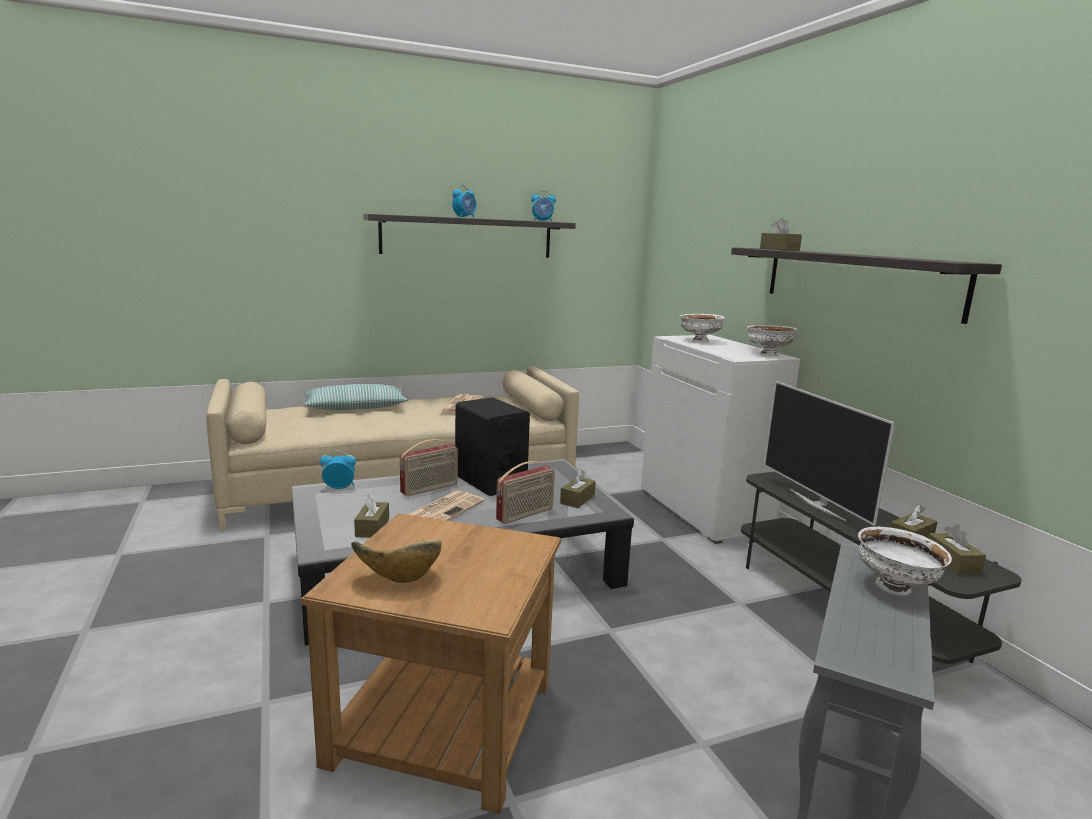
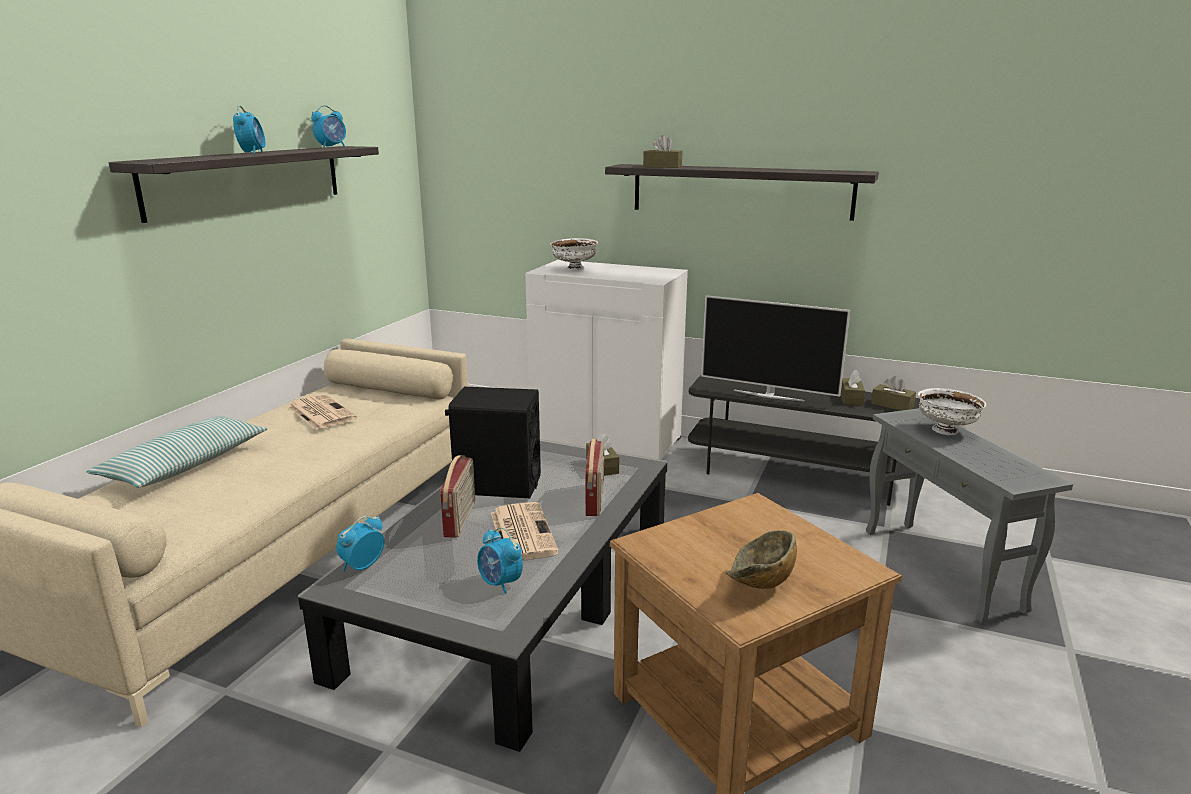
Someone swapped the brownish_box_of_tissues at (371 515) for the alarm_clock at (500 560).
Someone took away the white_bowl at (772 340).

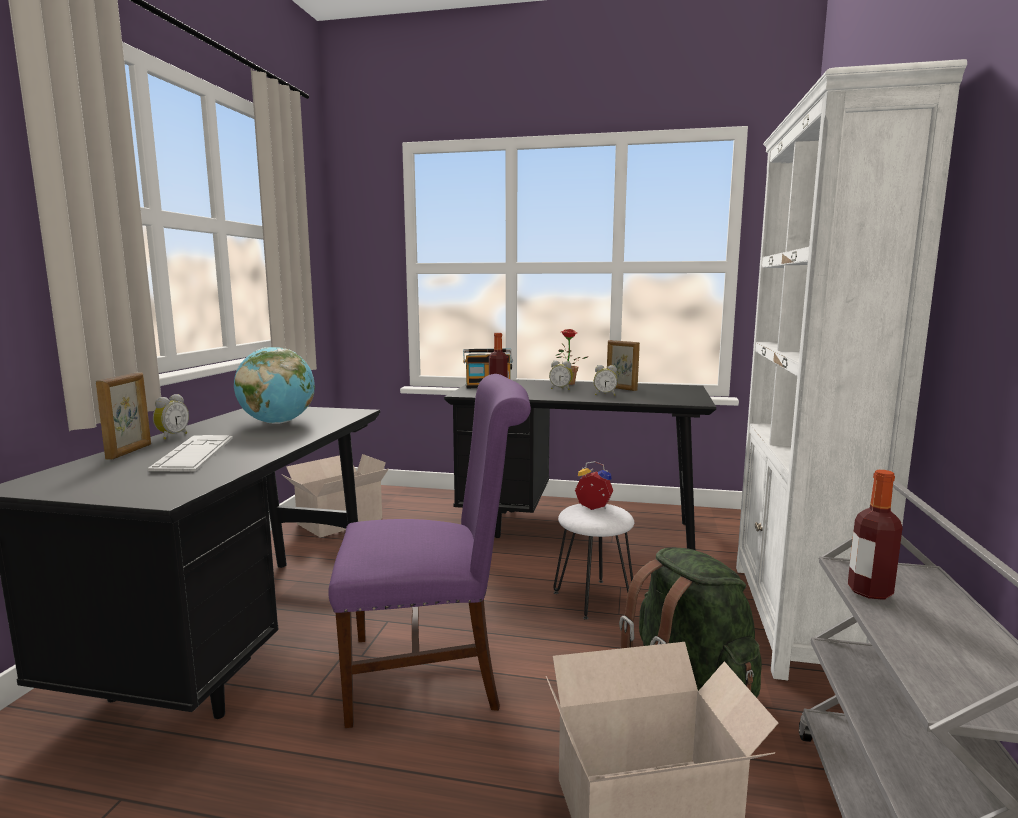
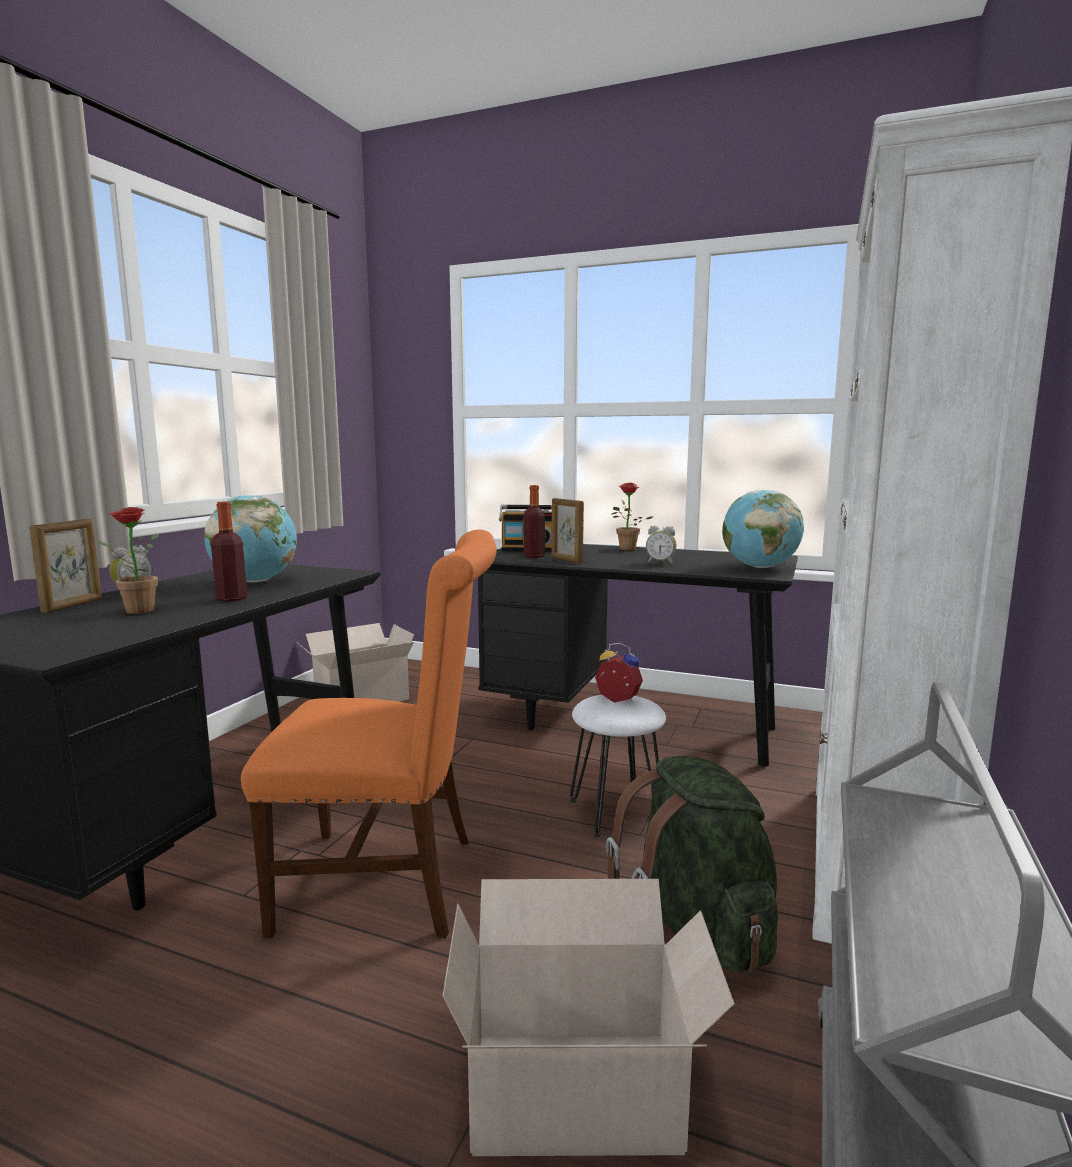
Someone swapped the keyboard at (190 453) for the houseplant at (128 560).
Someone carried the beverage_bottle from (875 535) to (229 551).
Someone repainted the purple_upright_chair at (429 551), which became the orangey_upright_chair at (369 734).
Someone carried the picture_frame from (623 365) to (567 531).
Someone put down the globe at (763 529).
Someone took away the alarm_clock at (561 375).

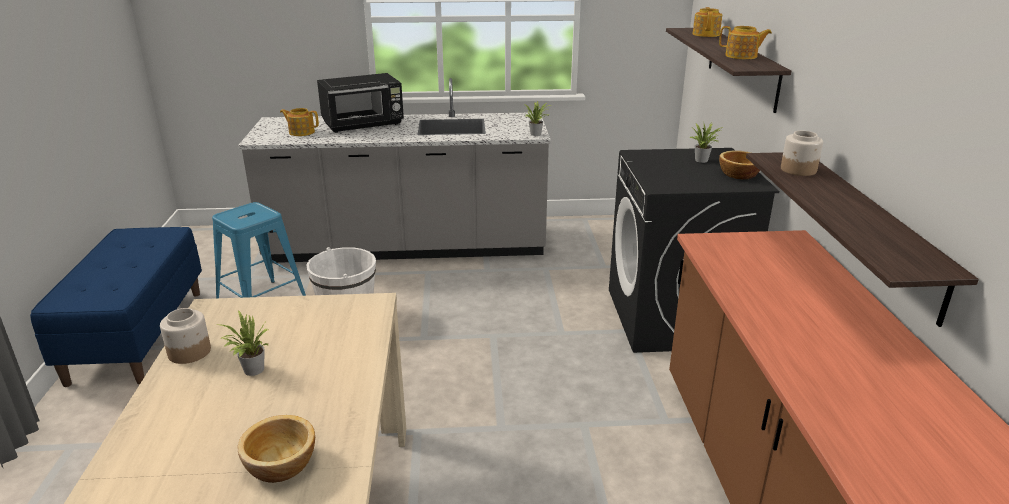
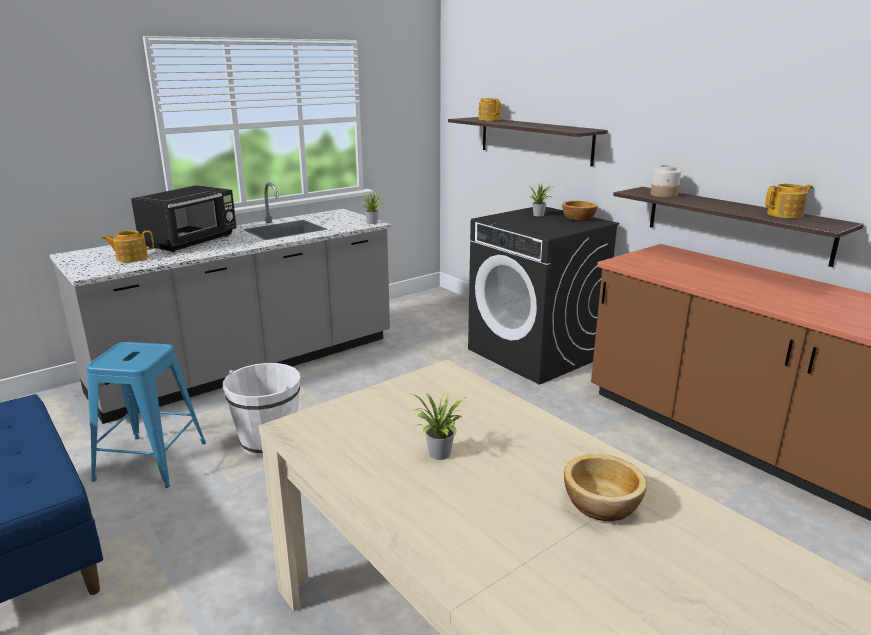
Someone carried the teapot from (745 42) to (789 201).
Someone took away the storage_jar at (185 336).

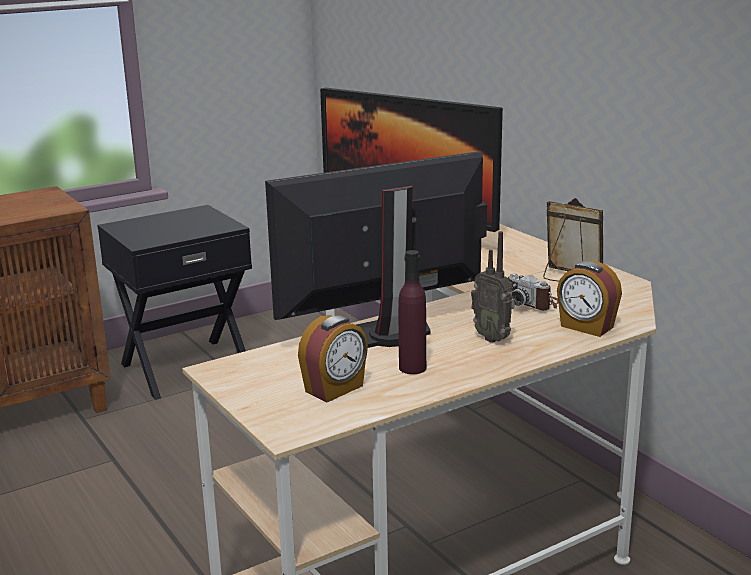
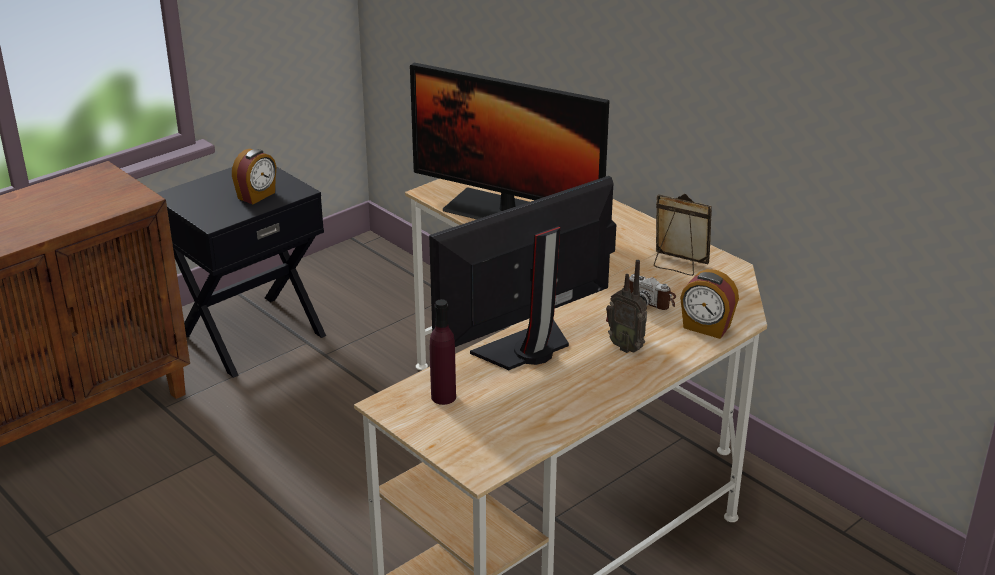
Someone carried the alarm_clock from (333 358) to (254 176).
Someone carried the purple_beverage_bottle from (412 312) to (443 352).

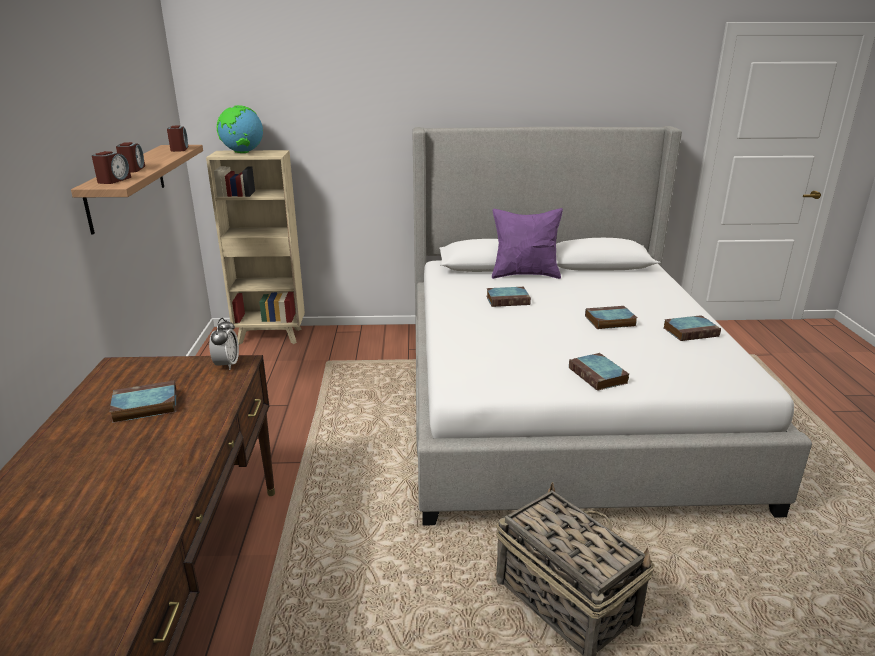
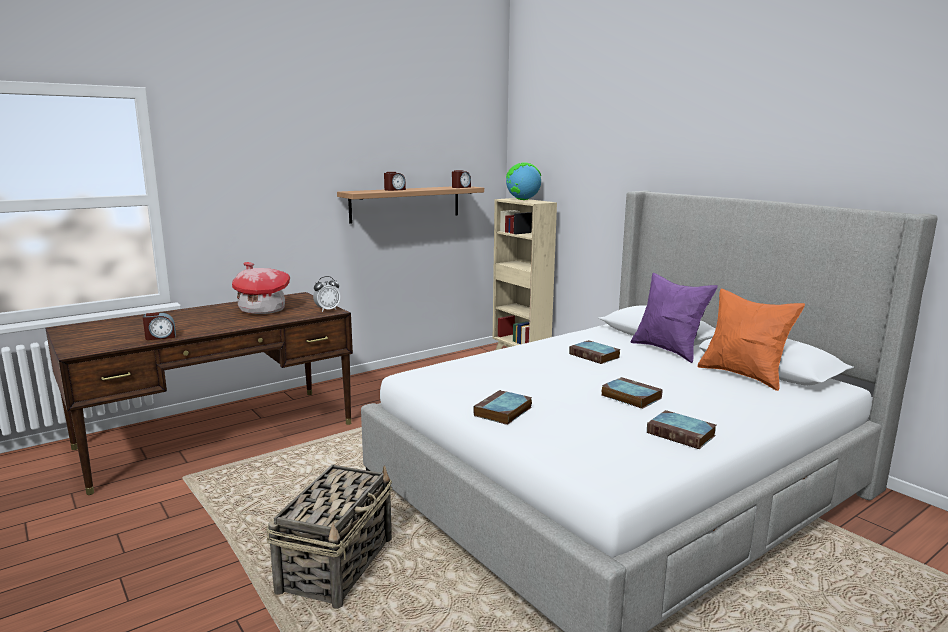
Someone carried the alarm_clock from (111 167) to (159 326).
Someone swapped the volume at (143 401) for the model_house at (261 288).
Someone put down the orangey_throw_pillow at (751 340).

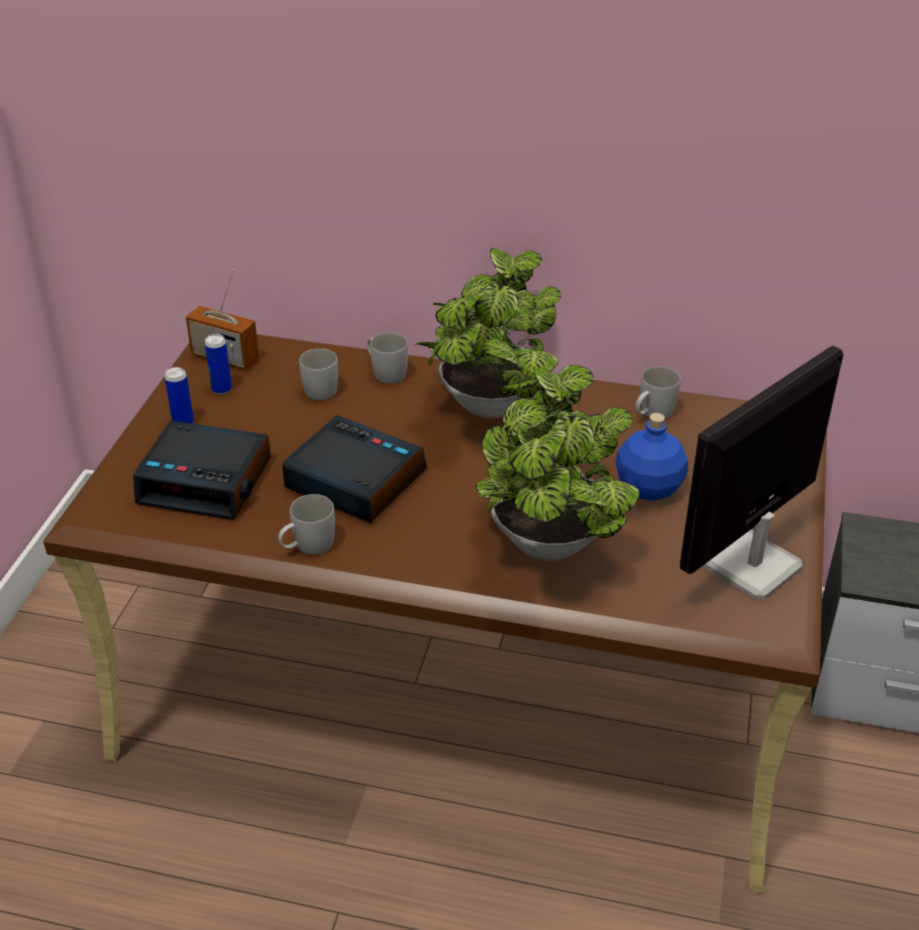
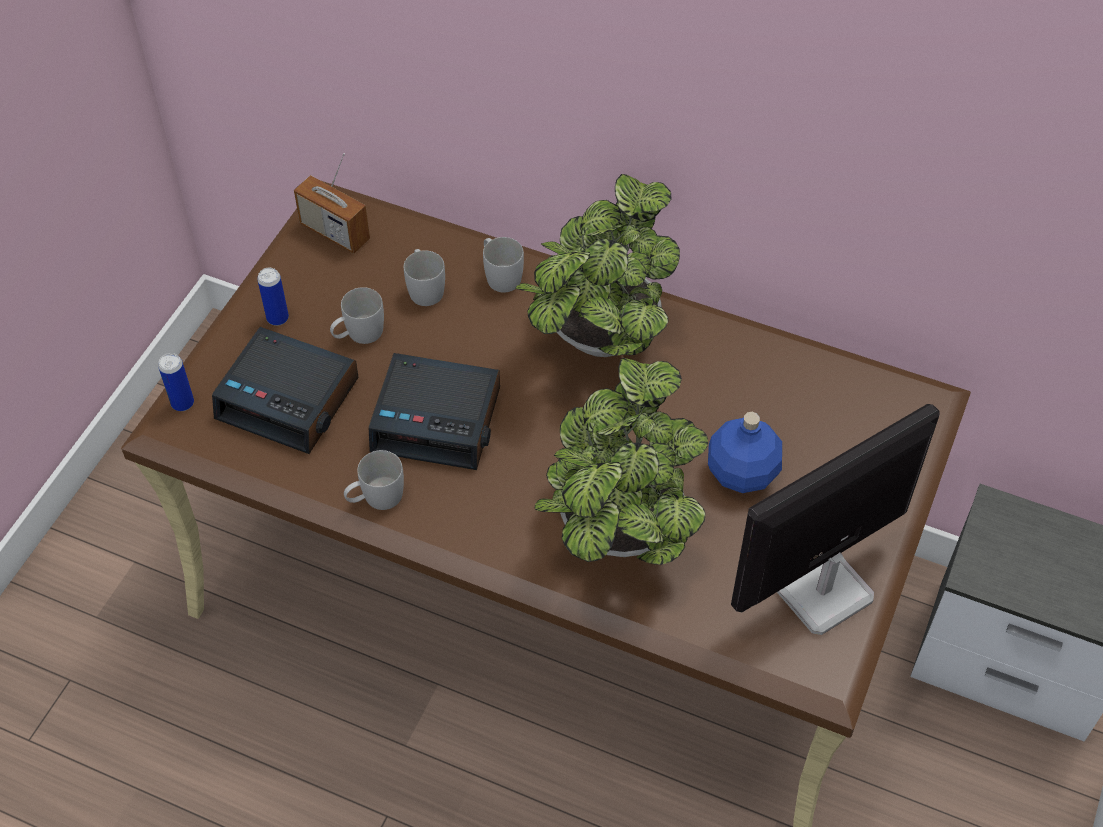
Someone carried the sealed_can from (218 364) to (176 382).
Someone carried the white_mug from (658 392) to (357 315).
Someone rotated the alarm_clock at (354 469) by 150 degrees clockwise.

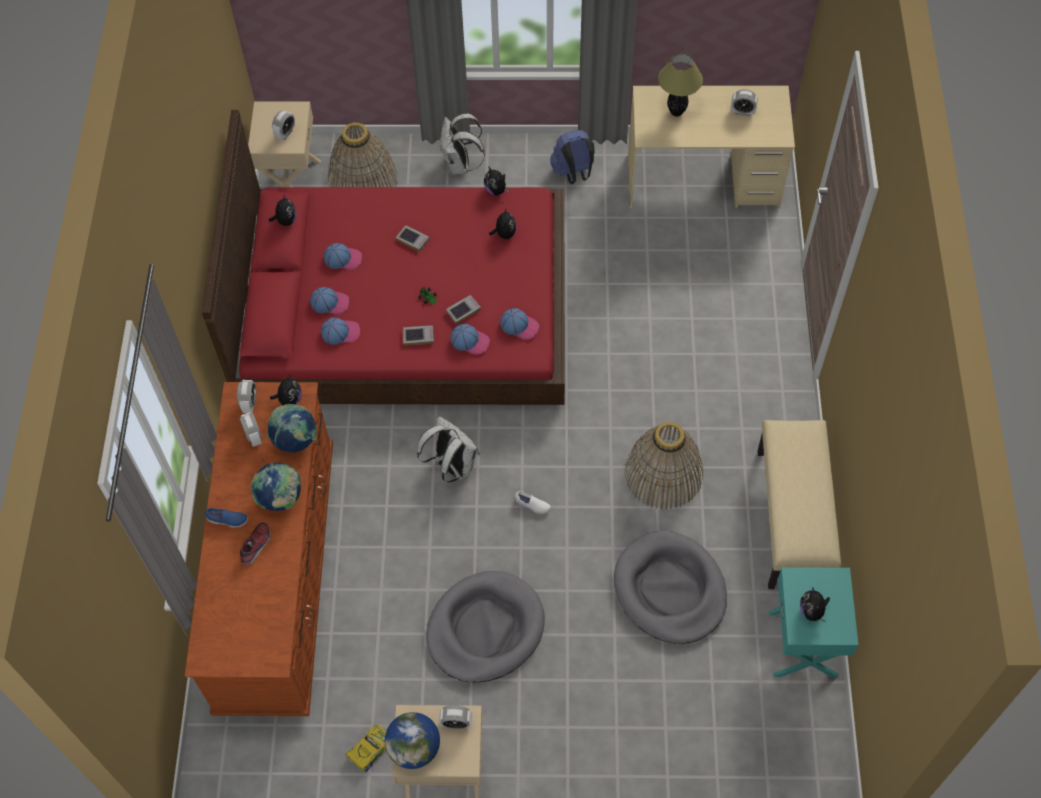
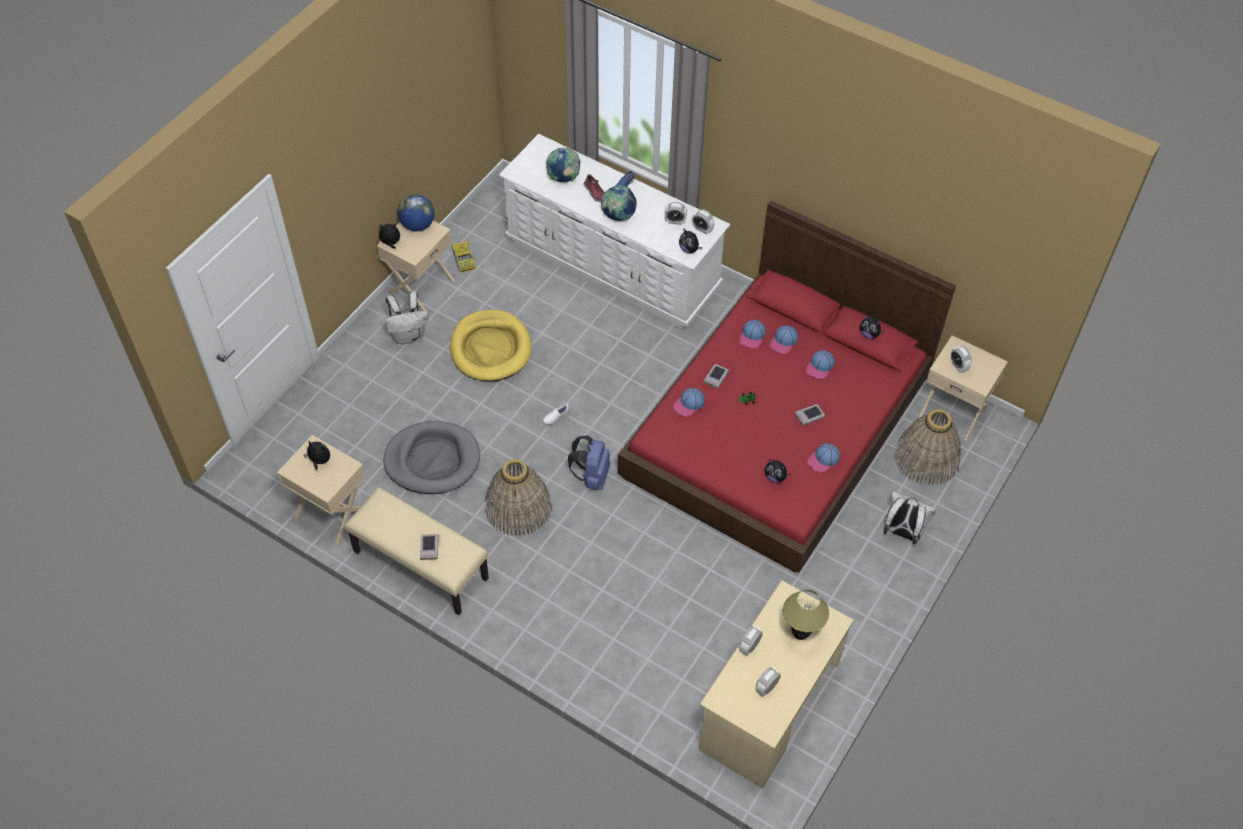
Someone repainted the blue-green_night_table at (813 622), which became the beige_night_table at (321 489).
Someone carried the plush_toy from (496 181) to (388 236).
Someone carried the white_rucksack from (448 449) to (406 317).
Someone carried the volume from (463 309) to (429 547).
Someone repainted the gray_dog_bed at (485 626), which became the yellowish_dog_bed at (490 345).
Someone repainted the brownish_dresser at (259 549), which became the white_dresser at (614 230).
Someone carried the globe from (292 428) to (563 164).
Someone carried the bluish_rucksack from (572 157) to (589 462).
Someone carried the alarm_clock from (455 717) to (751 641).
Someone carried the peaked_cap from (519 324) to (823 457).

